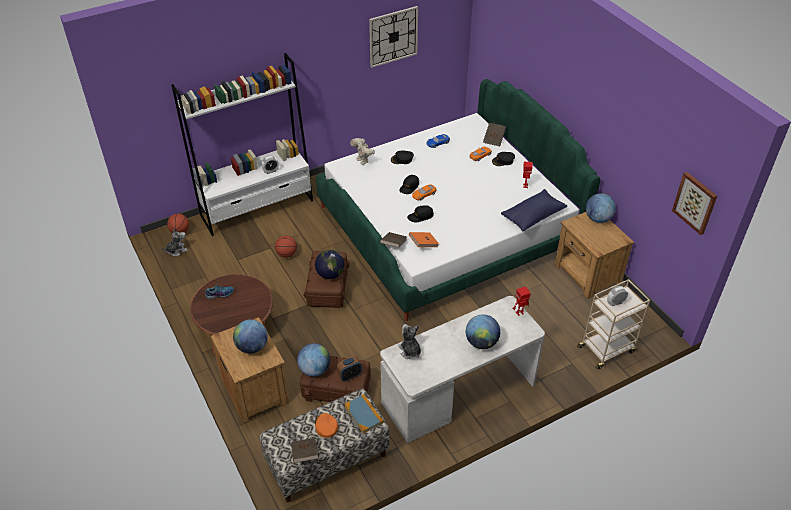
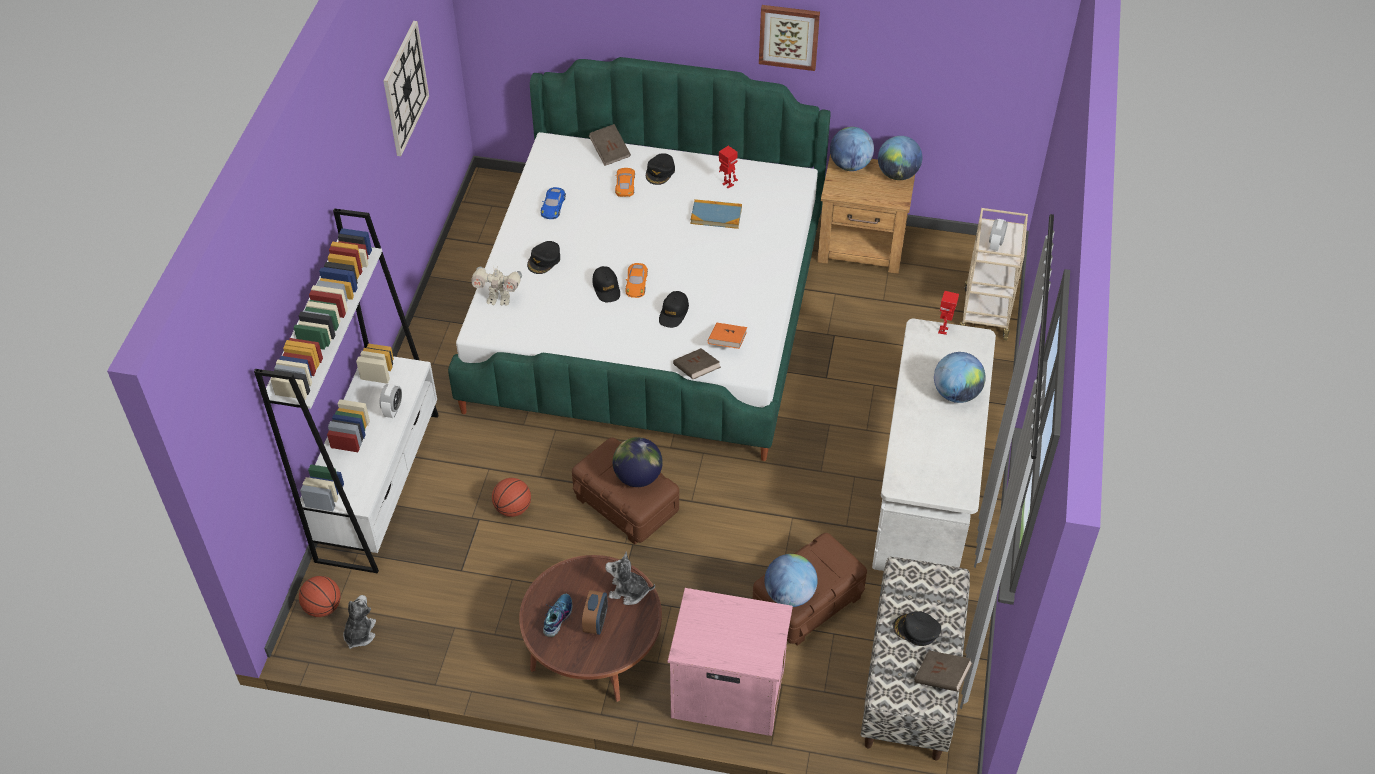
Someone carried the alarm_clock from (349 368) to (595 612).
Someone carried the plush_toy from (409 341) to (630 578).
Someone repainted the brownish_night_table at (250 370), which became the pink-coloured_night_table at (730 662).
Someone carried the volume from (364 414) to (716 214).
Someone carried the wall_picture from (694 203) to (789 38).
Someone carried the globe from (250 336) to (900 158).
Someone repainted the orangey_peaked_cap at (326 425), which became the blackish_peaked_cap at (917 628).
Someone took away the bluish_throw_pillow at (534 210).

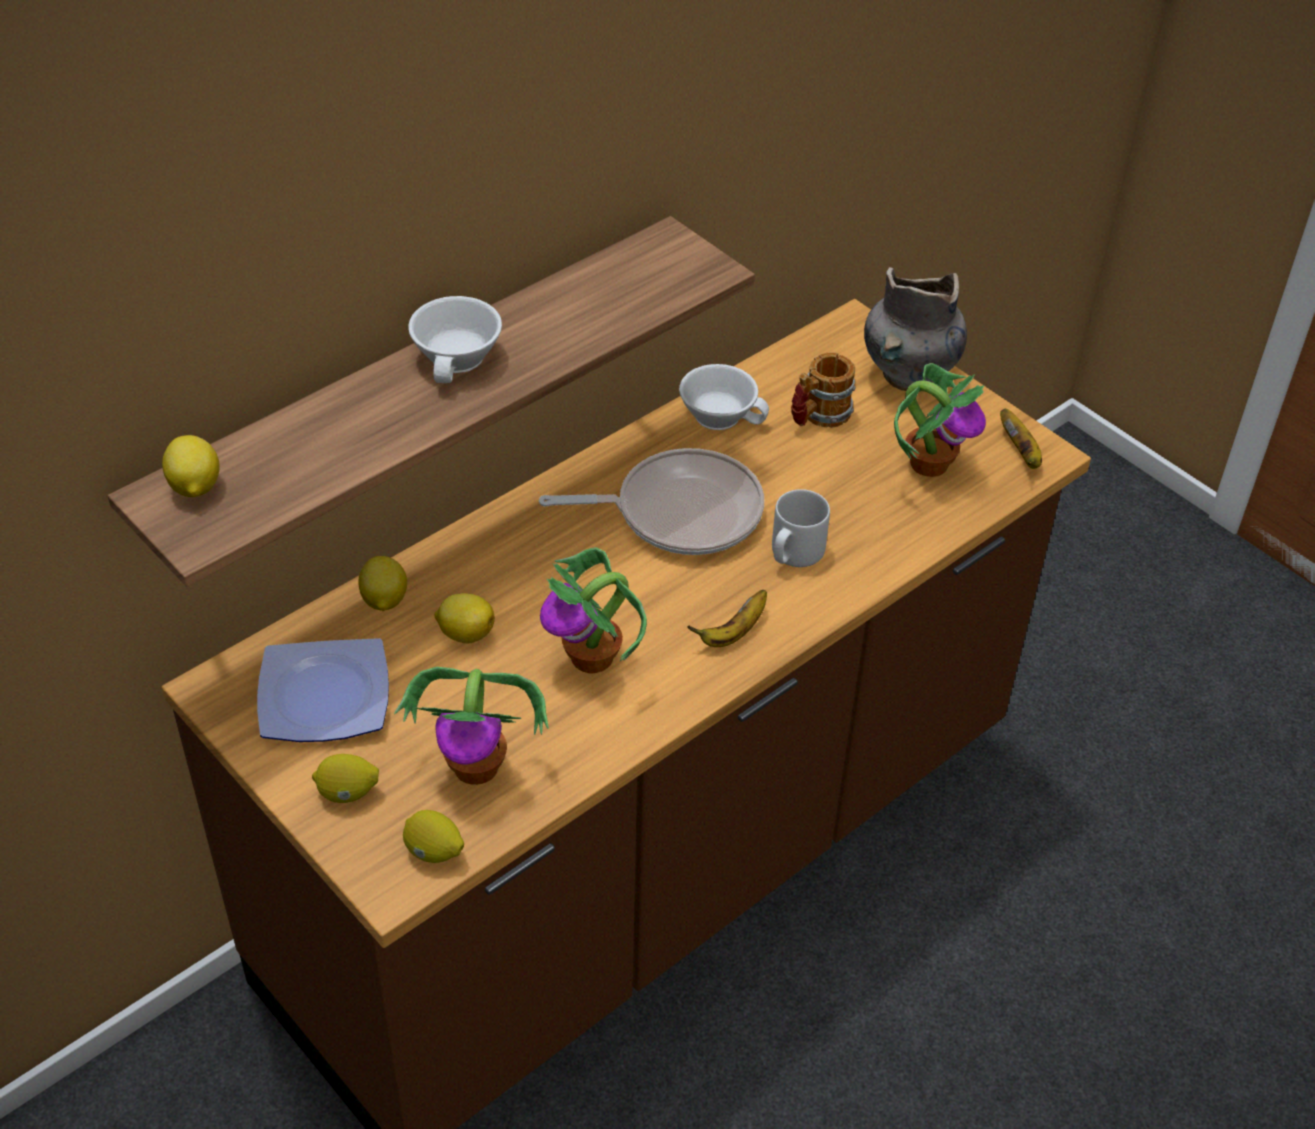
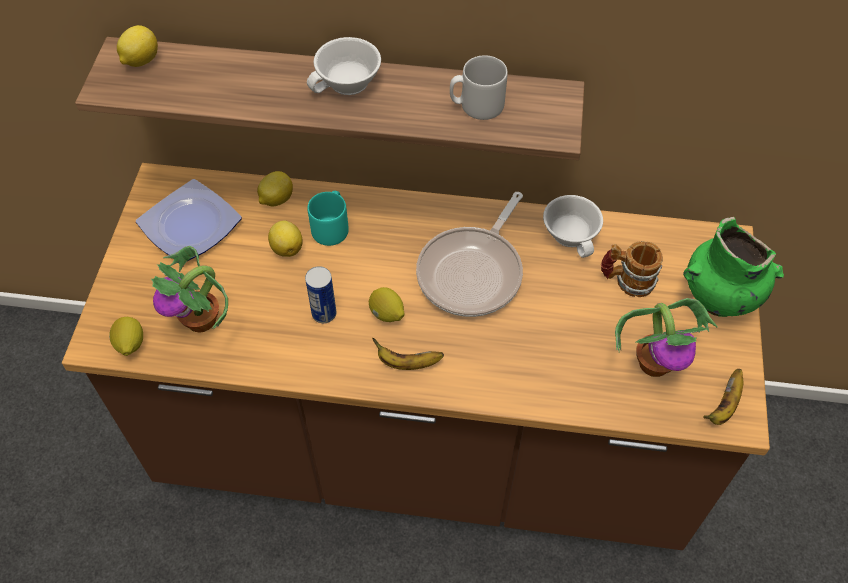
Someone swapped the houseplant at (593 610) for the sealed_can at (321 294).
Someone put down the blue-green_mug at (328 218).
Someone carried the citrus_fruit from (345 778) to (386 304).
Someone rotated the frying_pan at (651 501) by 75 degrees clockwise.
Someone carried the gray_mug from (801 528) to (479 87).
Someone repainted the gray_decorative_vase at (915 329), which became the green-coloured_decorative_vase at (733 267).

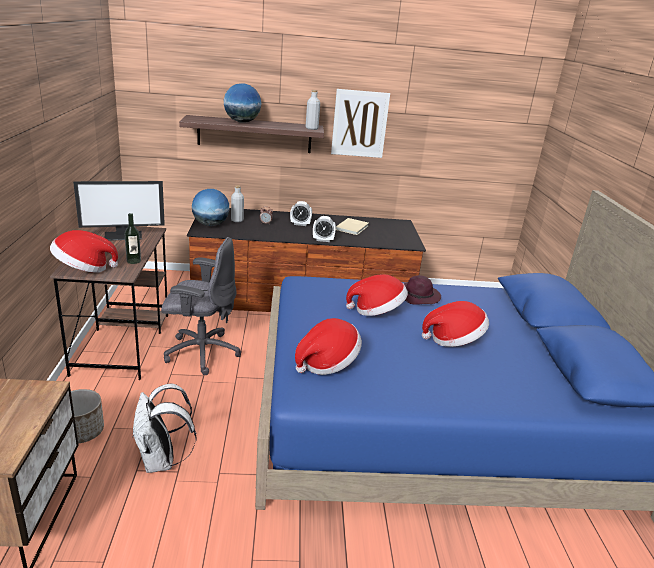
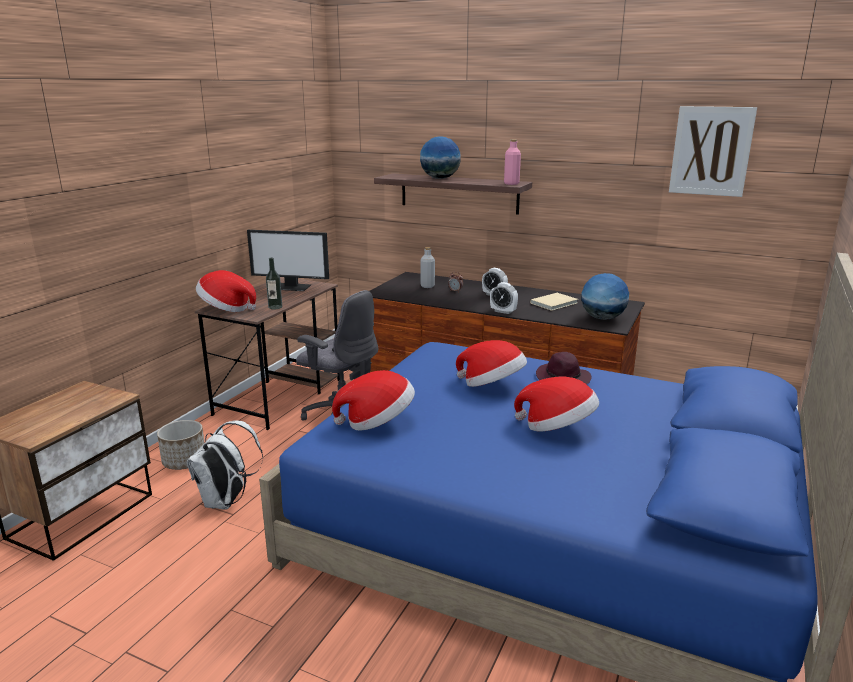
Someone repainted the gray_beverage_bottle at (313 110), which became the pink-coloured_beverage_bottle at (512 162).
Someone carried the globe from (210 207) to (605 296).
Someone carried the wall_picture from (360 123) to (713 151).

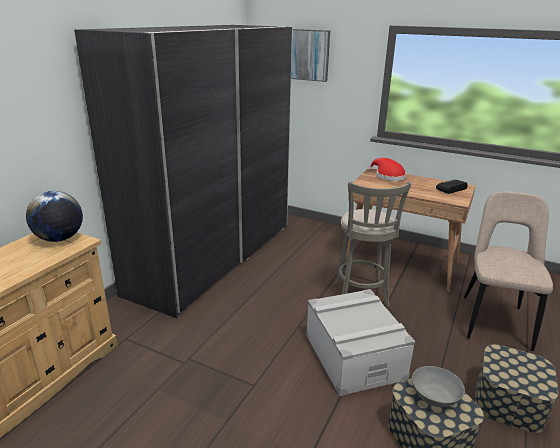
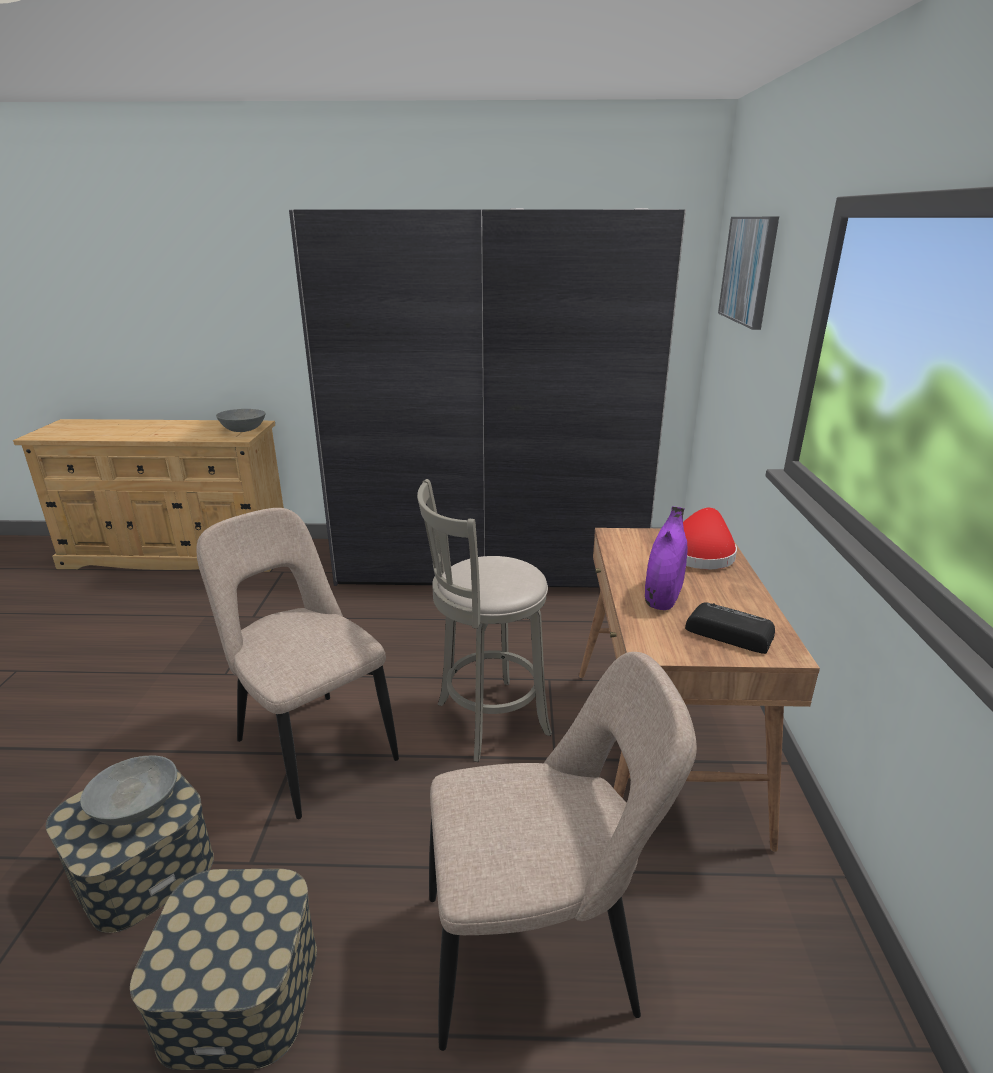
Someone swapped the gray_storage_box at (360 342) for the beige_upright_chair at (297 663).
Someone swapped the globe at (54 216) for the gray_bowl at (240 420).
Someone put down the purple_decorative_vase at (666 558).

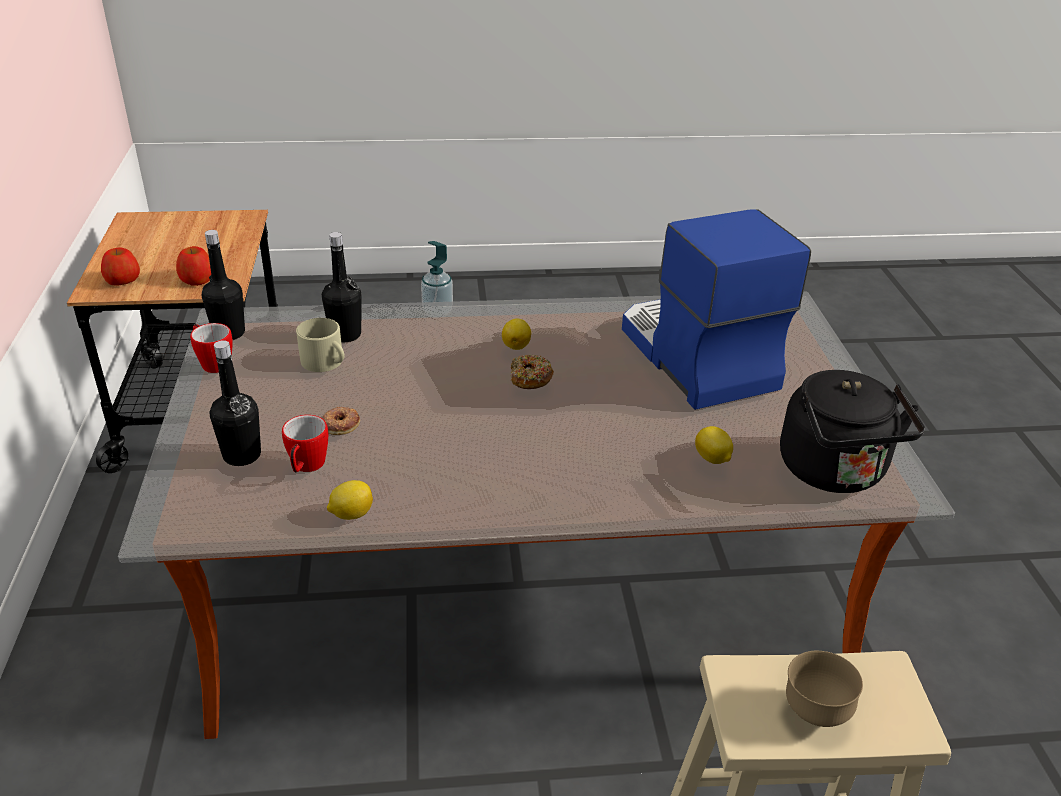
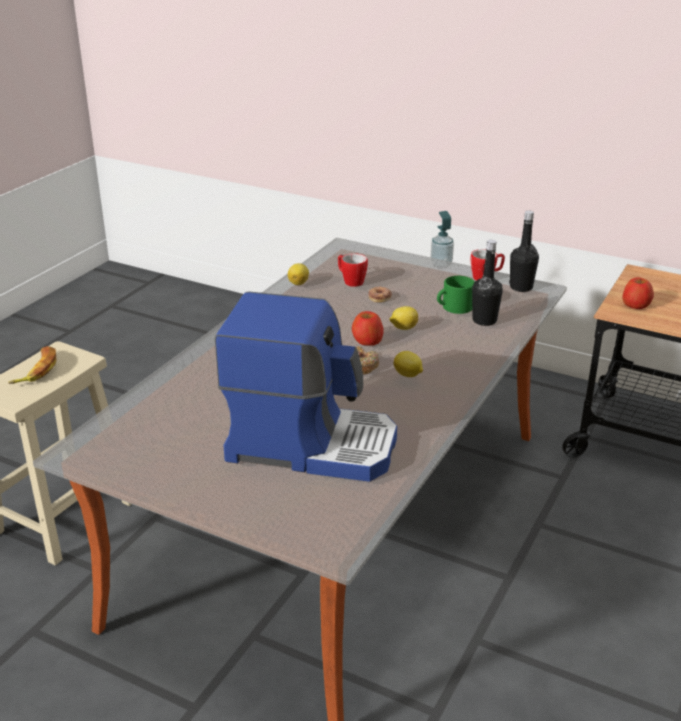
Someone swapped the brownish_bowl at (824 689) for the banana_fruit at (32 365).
Someone carried the whole_apple from (120 266) to (368 328).
Someone carried the citrus_fruit from (714 445) to (404 318).
Someone carried the soap_bottle from (437 279) to (442 240).
Someone repainted the beige_mug at (320 345), which became the green-coloured_mug at (456 295).
Someone took away the blackish_beverage_bottle at (235 403).
Someone took away the blackish_tea_kettle at (852 431).

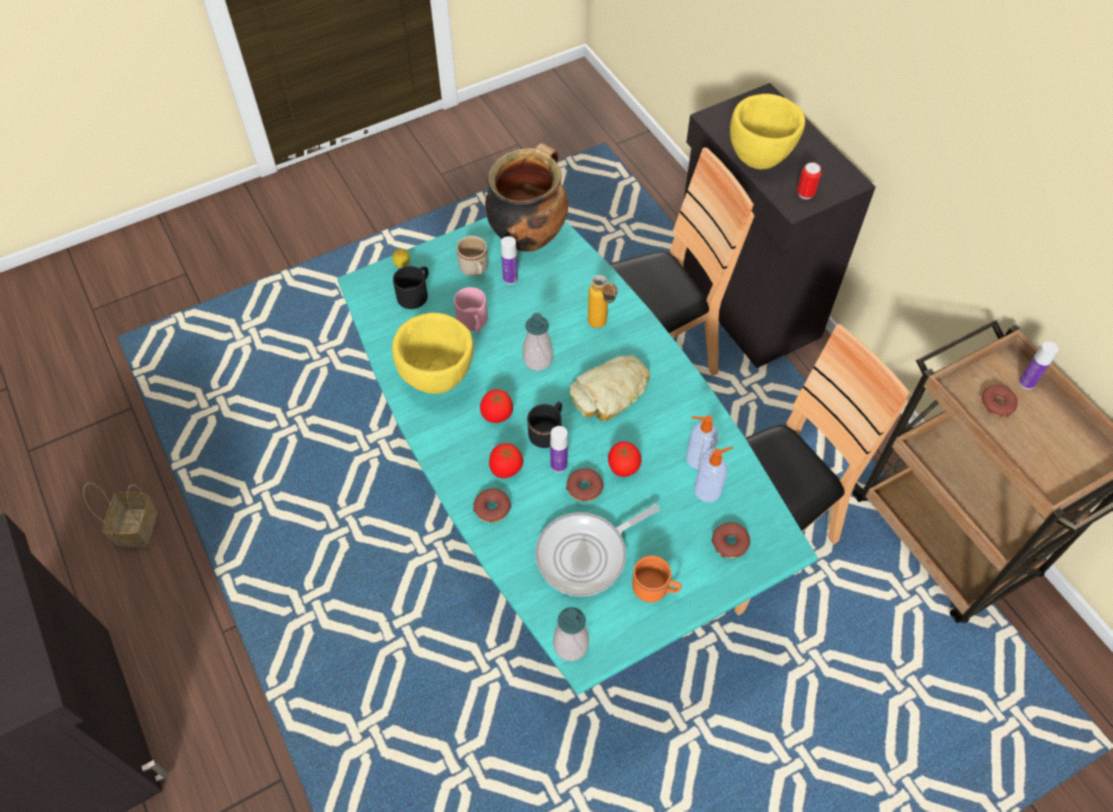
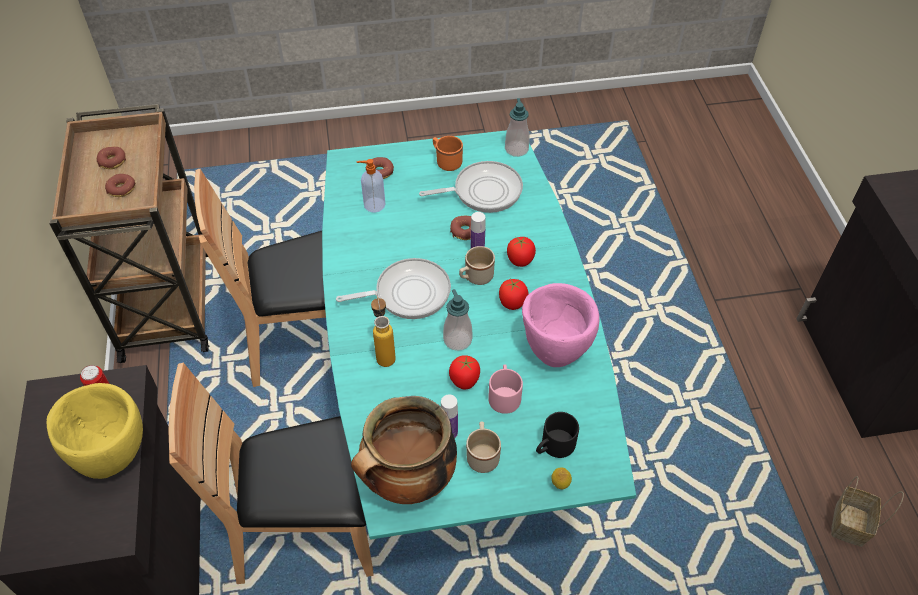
Someone carried the ring_doughnut from (492 505) to (111 158).
Someone swapped the bakery_bread at (610 388) for the frying_pan at (393 288).
Someone carried the fresh_tomato from (624 459) to (464 372).
Someone repainted the blackish_mug at (544 425), which became the beige_mug at (477 265).
Someone repainted the yellowish_bowl at (433 353), which became the pink-coloured_bowl at (561 325).
Someone took away the soap_bottle at (702 443).
Someone took away the beverage_bottle at (1039 365).

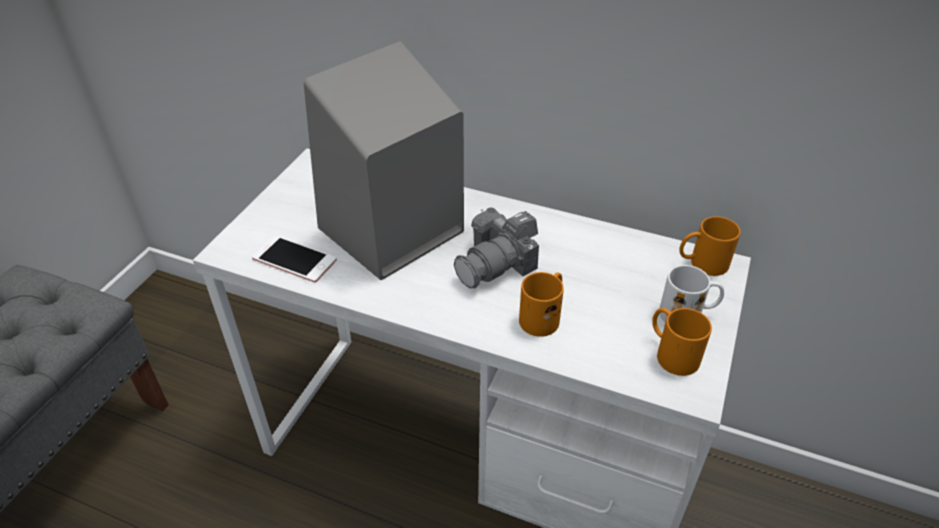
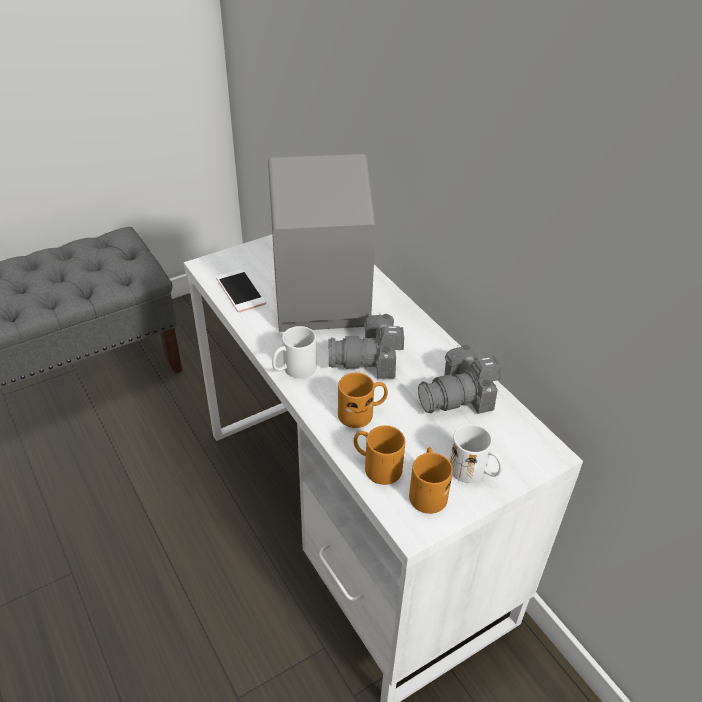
Someone put down the white_mug at (294 352).
Someone carried the orangey_mug from (710 246) to (379 455).
Someone put down the photo_camera at (459 379).

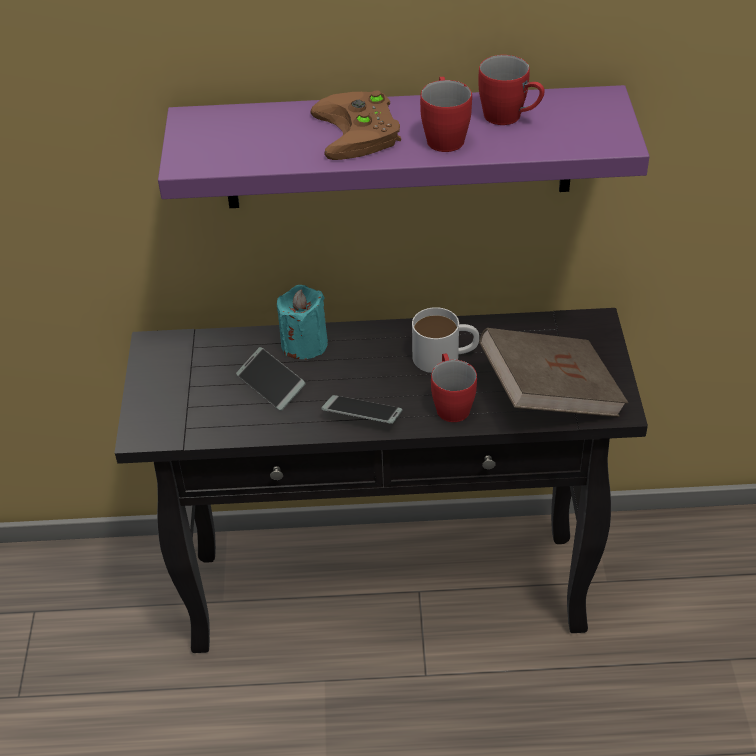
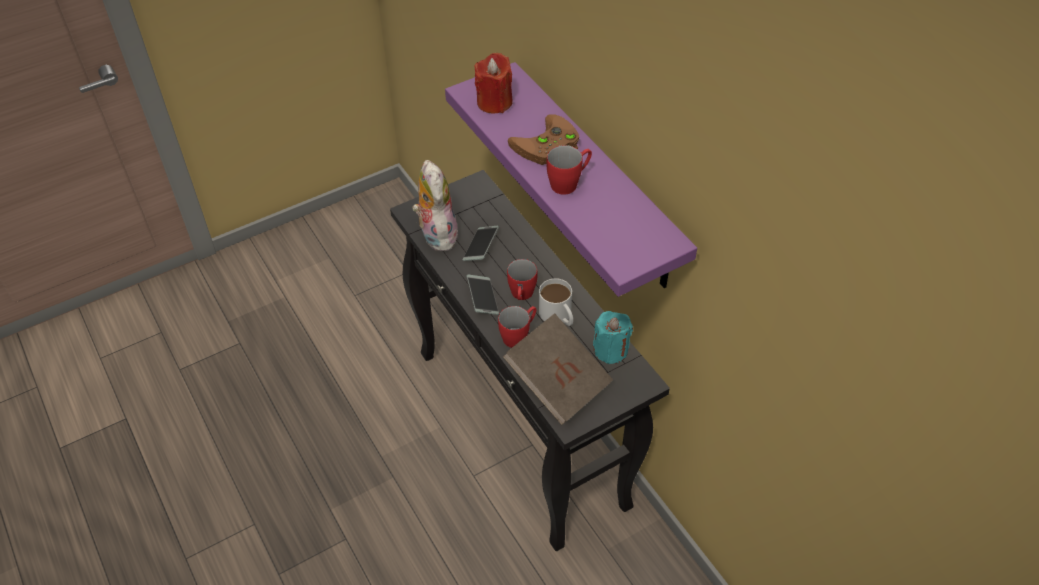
Someone put down the plush_toy at (435 205).
Someone put down the red_wax_light at (494 83).
Someone carried the red_mug from (512 90) to (522 279).
Someone carried the blue-green_wax_light from (302 322) to (613 337).

